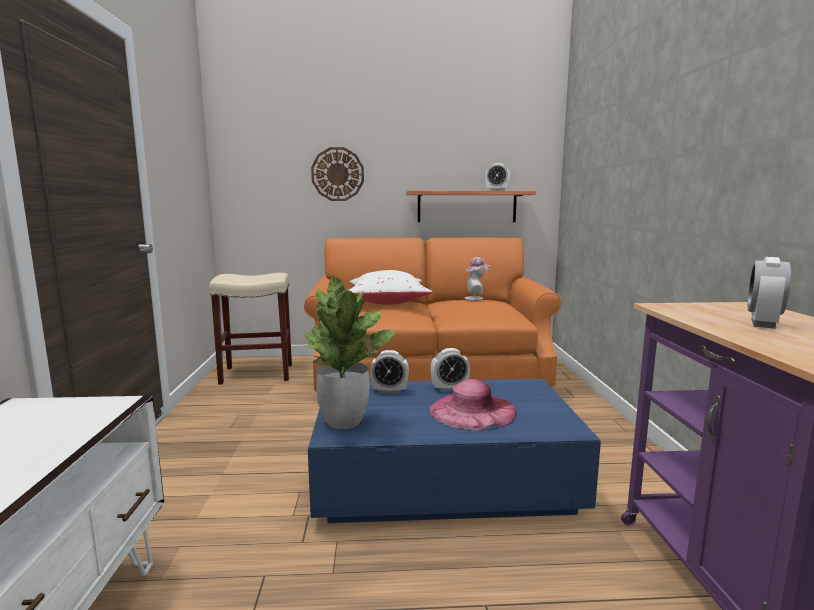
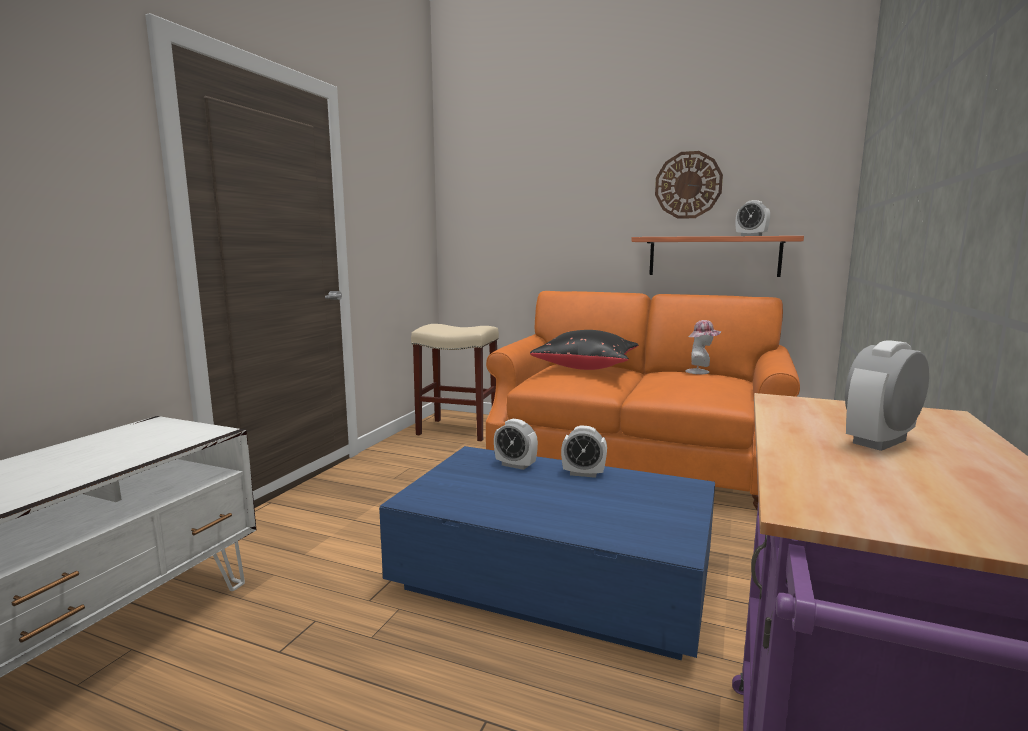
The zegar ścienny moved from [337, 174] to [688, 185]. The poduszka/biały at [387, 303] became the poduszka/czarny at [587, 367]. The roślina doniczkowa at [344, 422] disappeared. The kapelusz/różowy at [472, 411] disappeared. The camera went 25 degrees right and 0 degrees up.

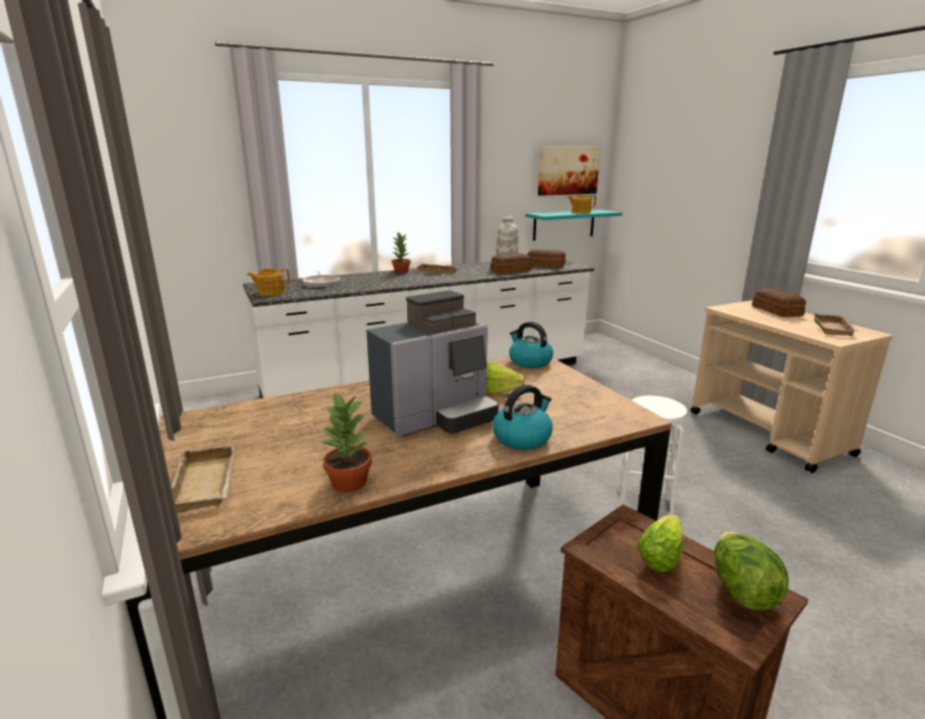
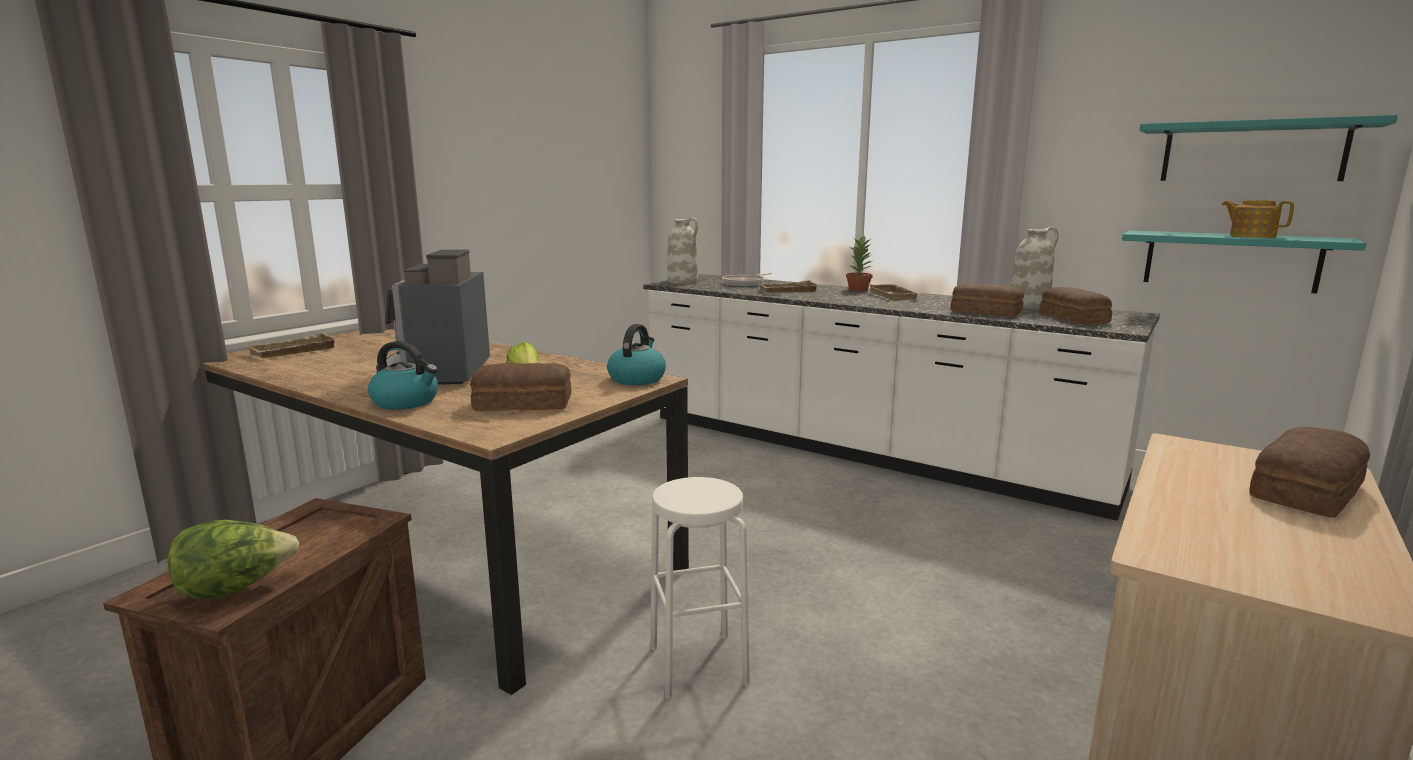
The obraz at [568, 170] was replaced by the półka/turkusowy at [1252, 152]. The imbryk at [270, 292] was replaced by the wazon/biały at [683, 281]. The ekspres do kawy at [436, 417] turned 60 degrees clockwise. The taca/beżowy moved from [834, 329] to [787, 291]. The roślina doniczkowa at [349, 483] disappeared. The sałata at [662, 554] disappeared. The chleb at [524, 404] appeared. The camera went 60 degrees right and 5 degrees down.

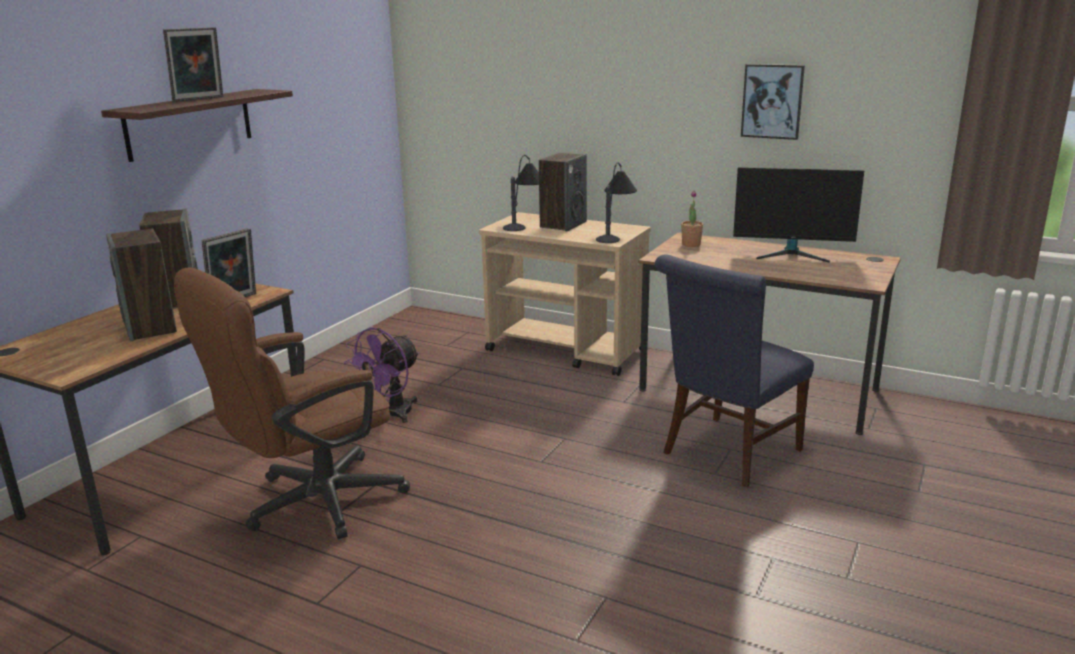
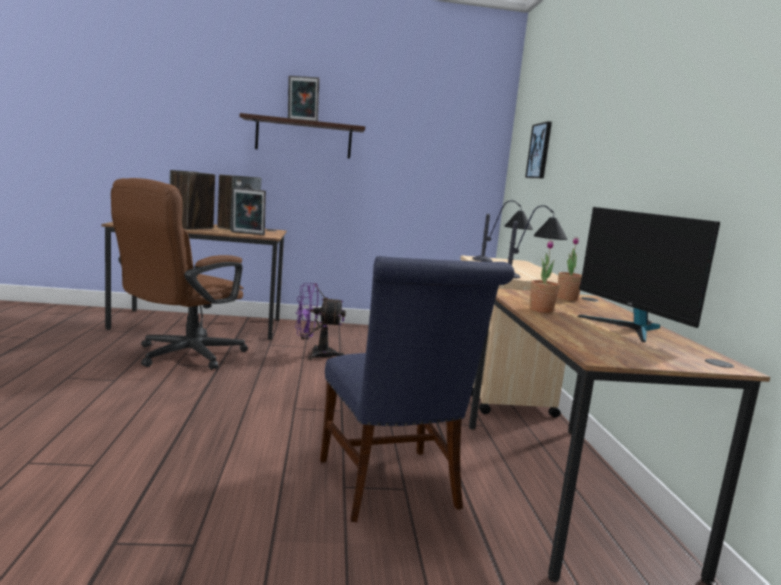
The obraz moved from [772, 101] to [539, 151]. The głośnik at [563, 224] disappeared. The krzesło/niebieski at [726, 454] turned 120 degrees counterclockwise. The krzesło biurowe/brązowy at [310, 504] turned 75 degrees counterclockwise. The roślina doniczkowa at [541, 310] appeared. The camera went 55 degrees right and 10 degrees down.

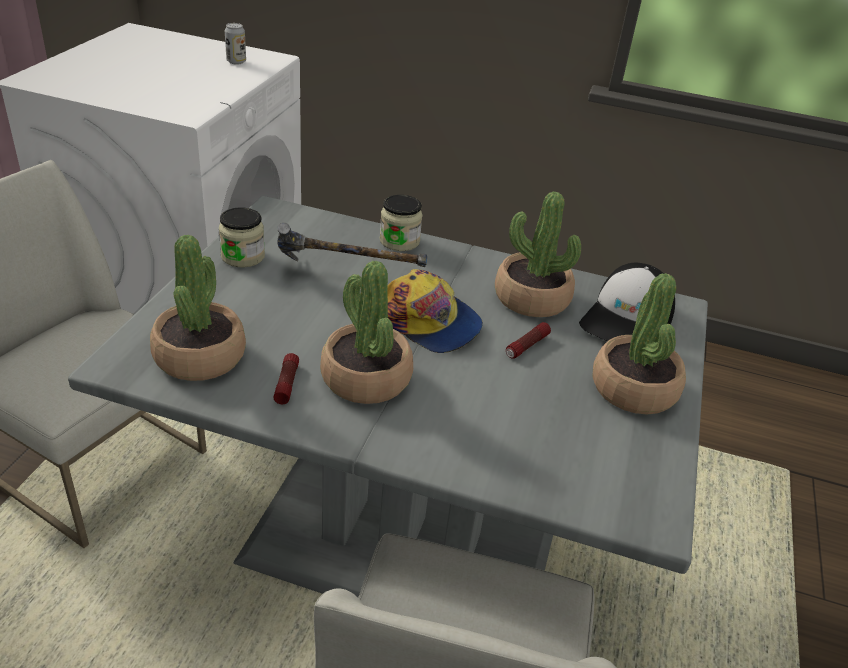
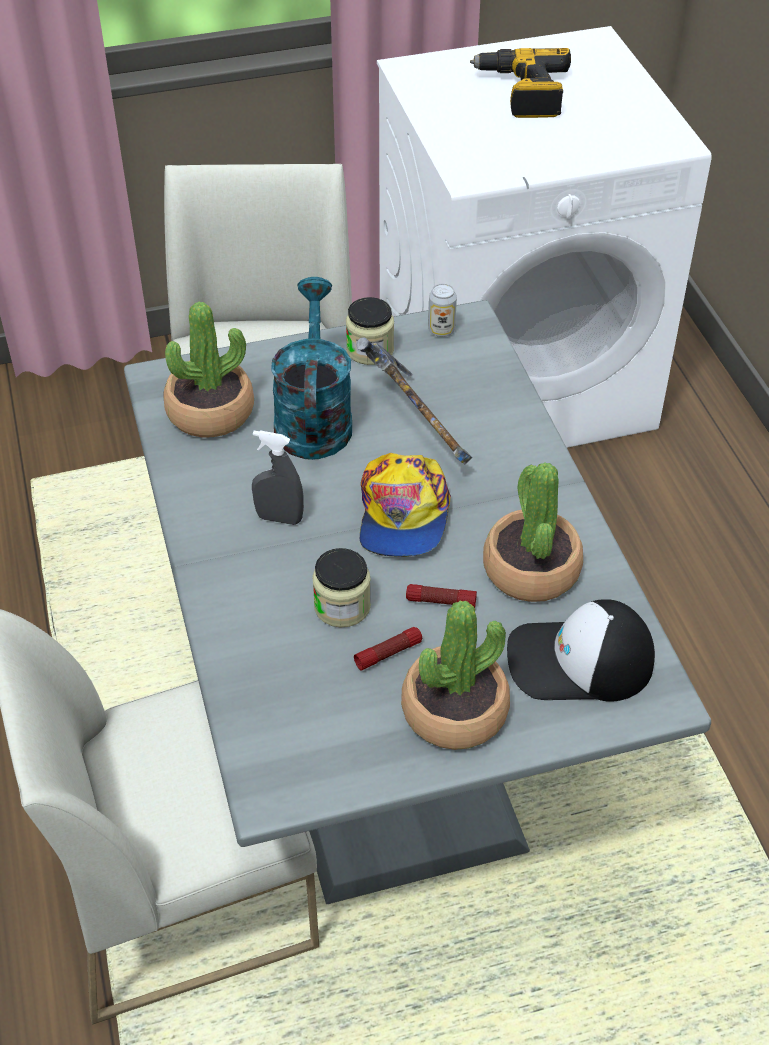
The puszka moved from [236, 62] to [441, 330]. The słoik moved from [399, 241] to [342, 606]. The roślina doniczkowa at [365, 378] was replaced by the spryskiwacz/szary at [279, 518]. The latarka moved from [286, 383] to [388, 653]. The wiertarka at [522, 93] appeared. The konewka/turkusowy at [313, 417] appeared. The camera went 60 degrees right and 10 degrees up.

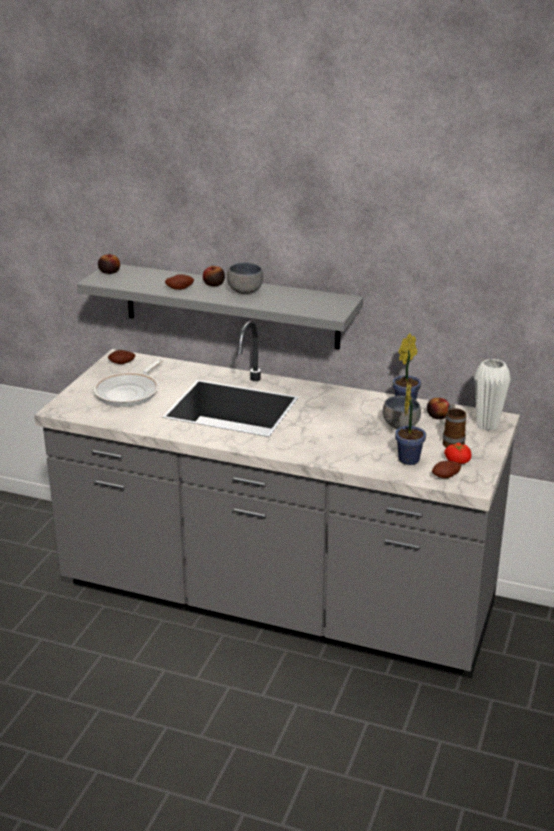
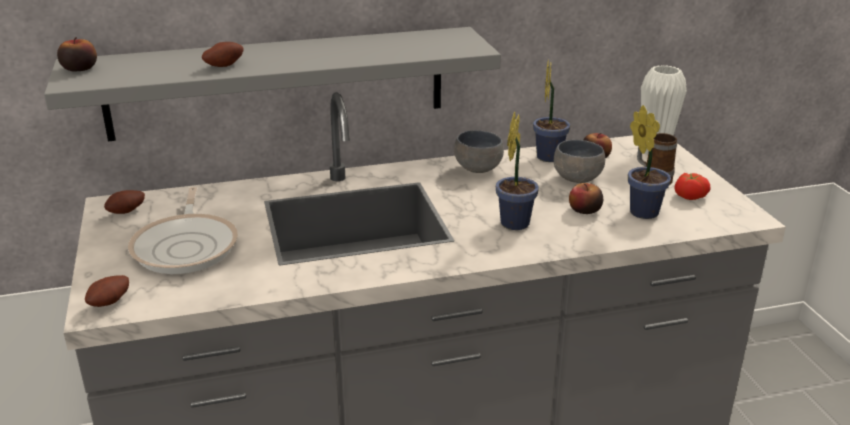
The miska/szary moved from [246, 292] to [480, 169]. The jabłko moved from [214, 284] to [584, 210]. The ziemniak moved from [446, 477] to [111, 303]. The roślina doniczkowa at [516, 221] appeared. The camera went 35 degrees left and 0 degrees up.

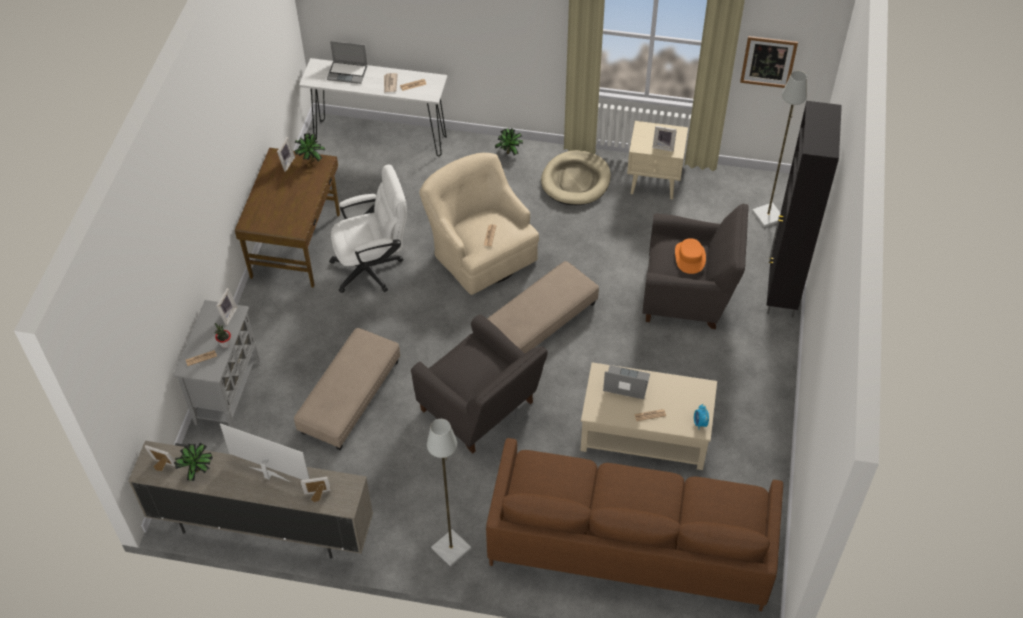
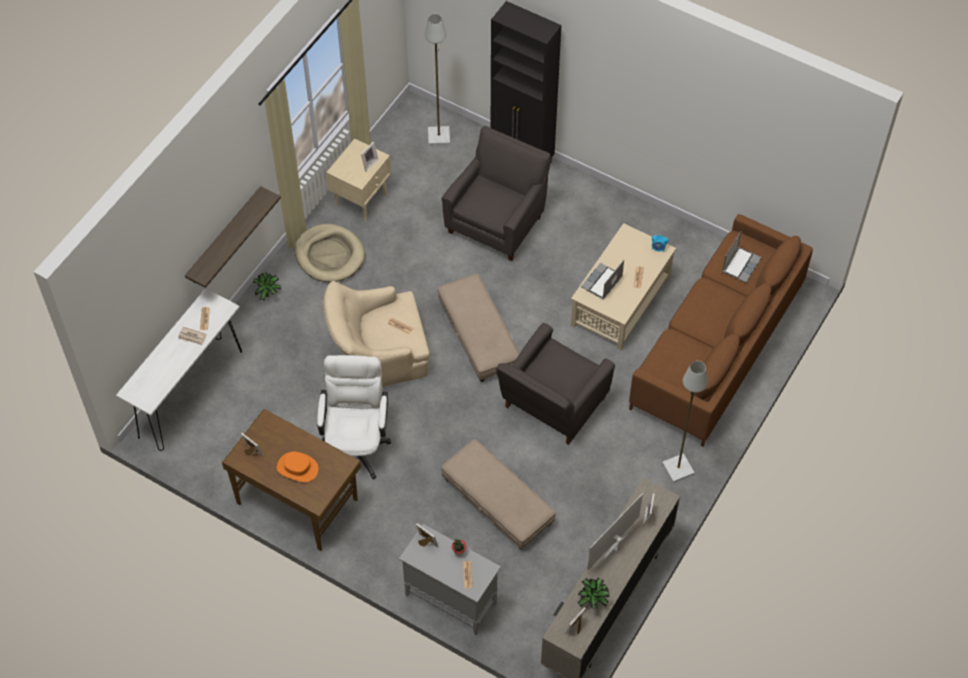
The obraz at [768, 61] disappeared. The laptop moved from [348, 73] to [740, 264]. The roślina doniczkowa at [310, 160] disappeared. The kapelusz/pomarańczowy moved from [690, 257] to [297, 468]. The fotel/szary at [482, 409] turned 150 degrees clockwise. The półka at [224, 237] appeared. The camera went 70 degrees left and 5 degrees up.

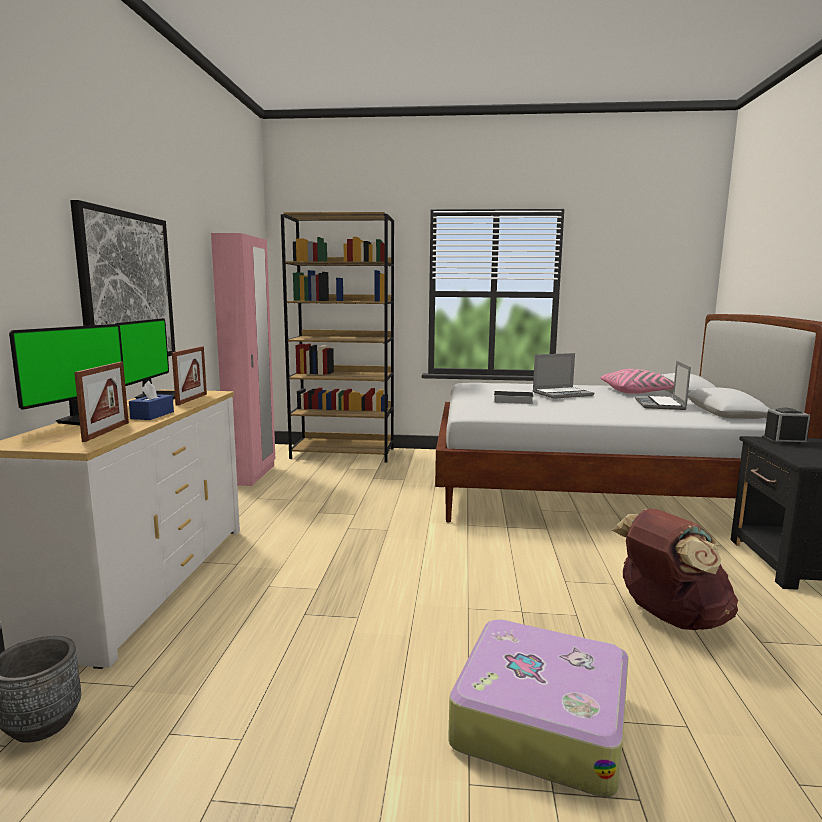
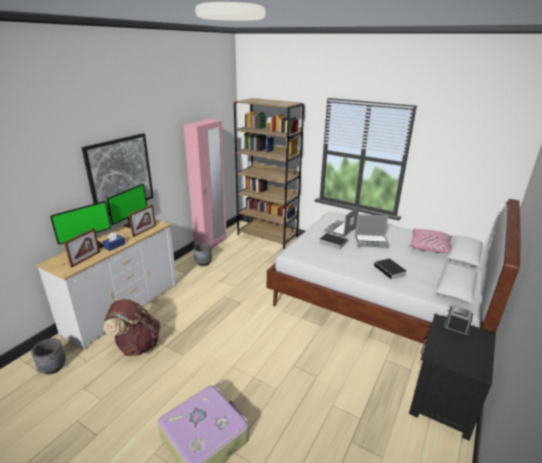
The laptop moved from [660, 404] to [341, 229]. The plecak/brązowy moved from [669, 617] to [136, 345]. The donica/szary at [203, 263] appeared. The książka at [390, 271] appeared. The camera went 25 degrees right and 15 degrees up.

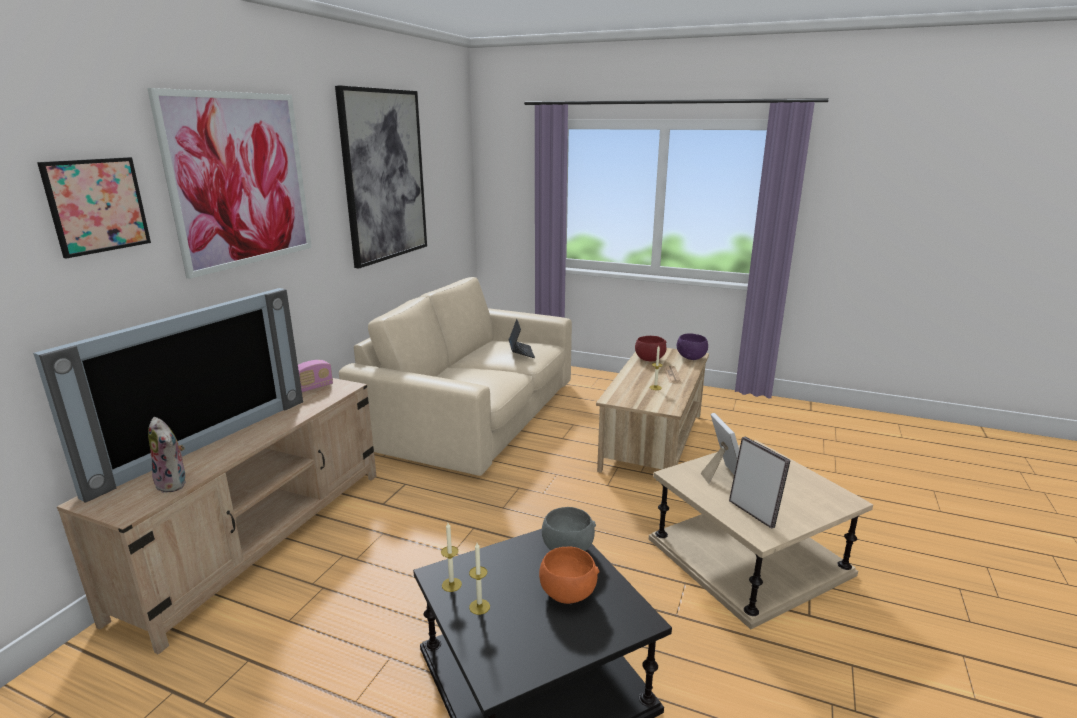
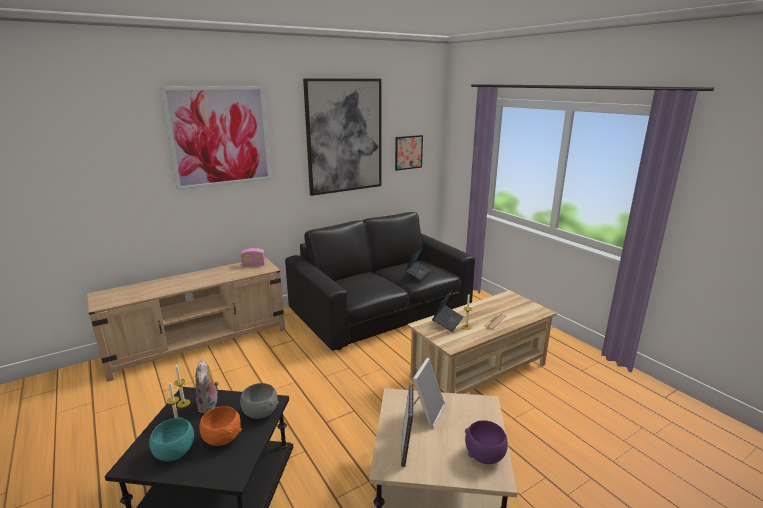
The obraz moved from [97, 205] to [408, 152]. The kanapa/beżowy at [473, 414] became the kanapa/czarny at [381, 309]. The telewizor at [201, 441] disappeared. The miska/fioletowy moved from [691, 357] to [485, 456]. The miska/czerwony at [649, 359] disappeared. The pluszak moved from [174, 483] to [209, 405]. The laptop at [448, 321] appeared. The miska/turkusowy at [175, 453] appeared. The camera went 35 degrees right and 0 degrees up.

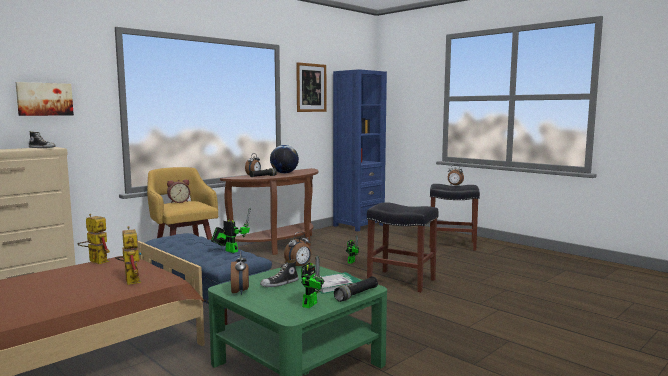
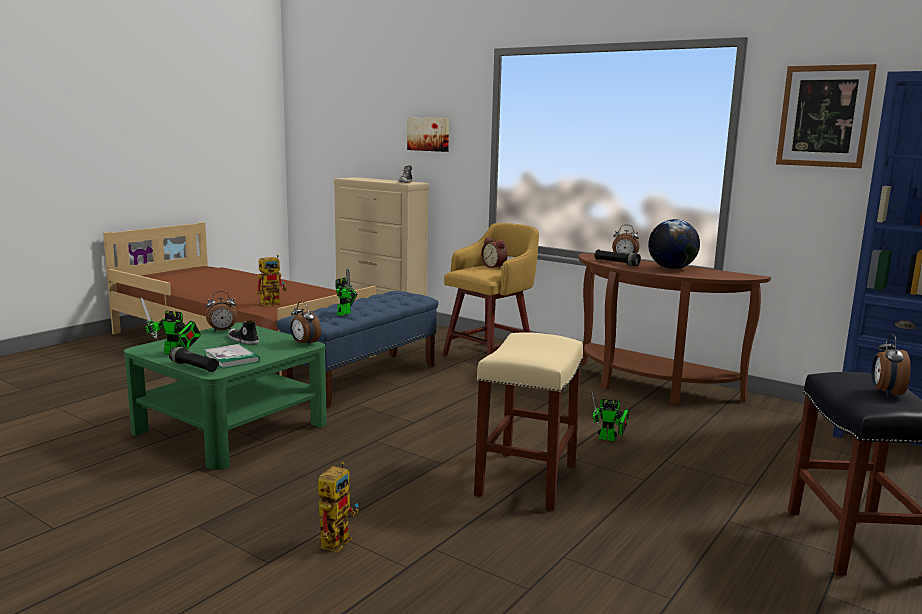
The stołek/czarny at [402, 281] became the stołek/beżowy at [527, 480]. The robot zabawkowy moved from [94, 261] to [337, 539]. The camera went 80 degrees right and 5 degrees up.

